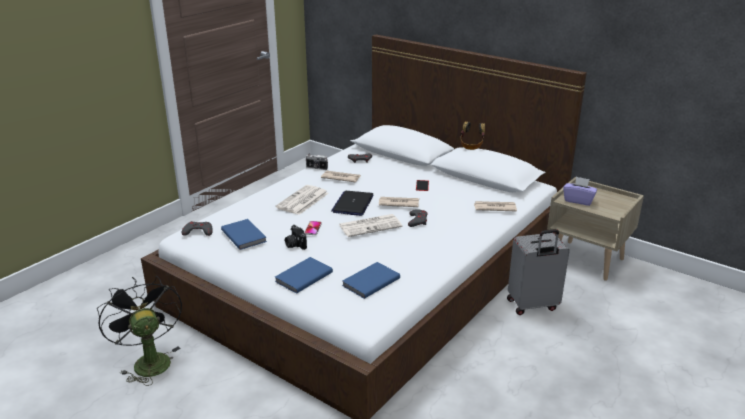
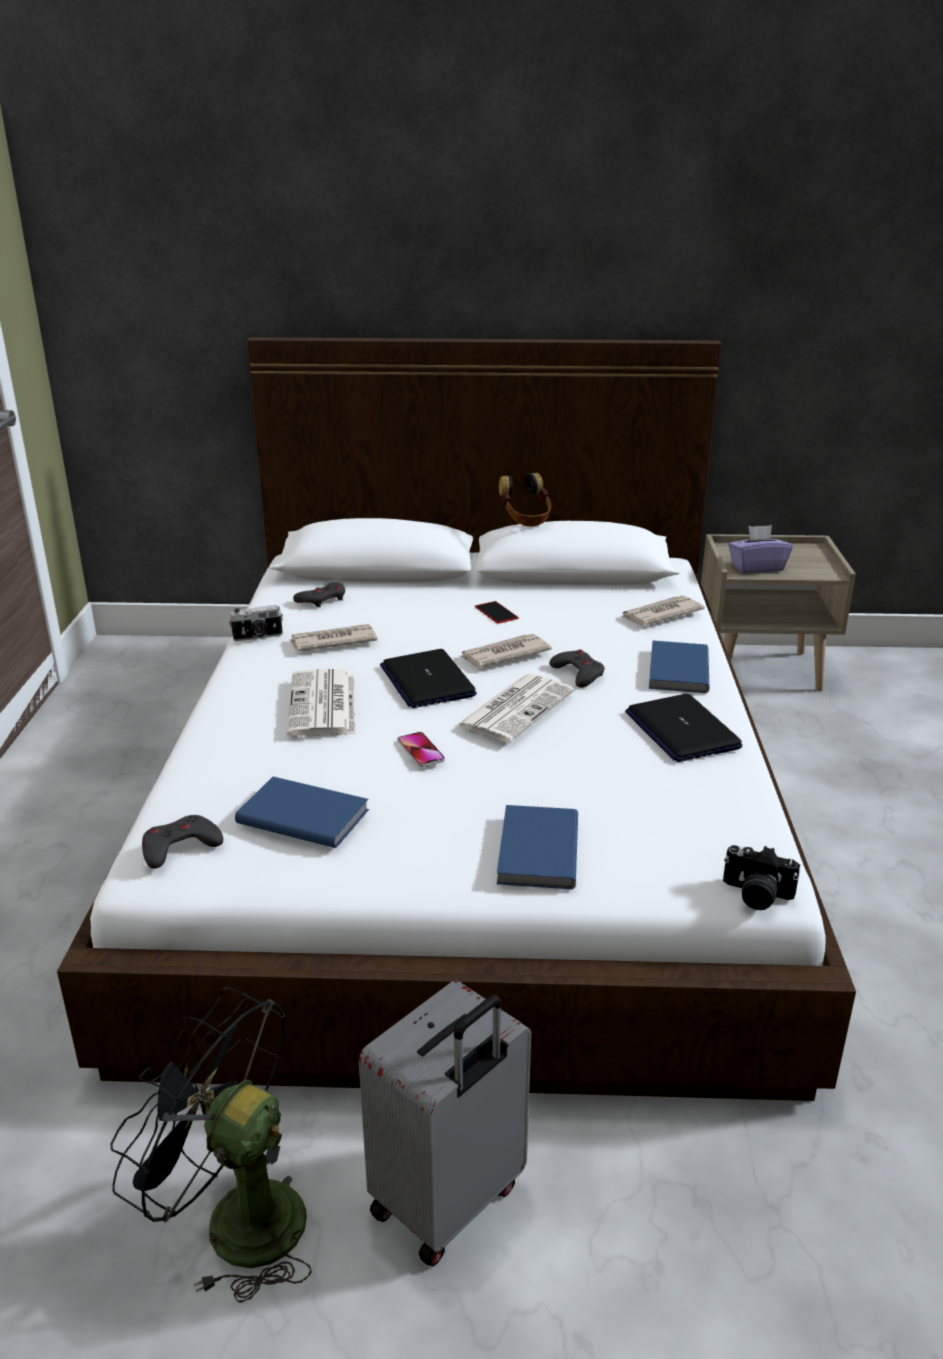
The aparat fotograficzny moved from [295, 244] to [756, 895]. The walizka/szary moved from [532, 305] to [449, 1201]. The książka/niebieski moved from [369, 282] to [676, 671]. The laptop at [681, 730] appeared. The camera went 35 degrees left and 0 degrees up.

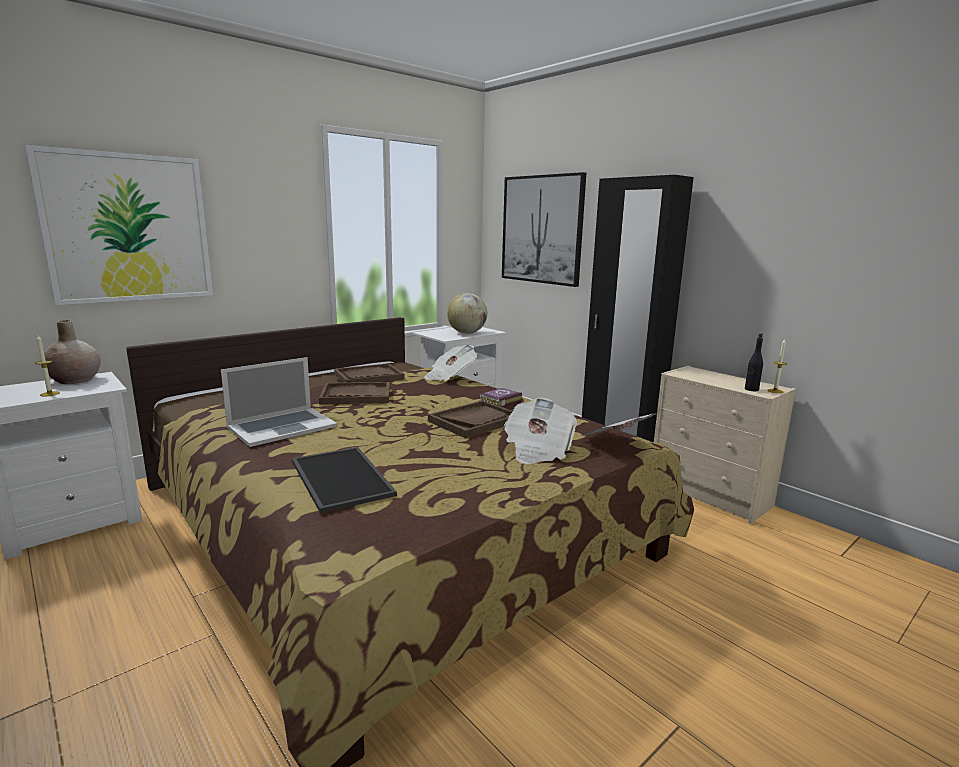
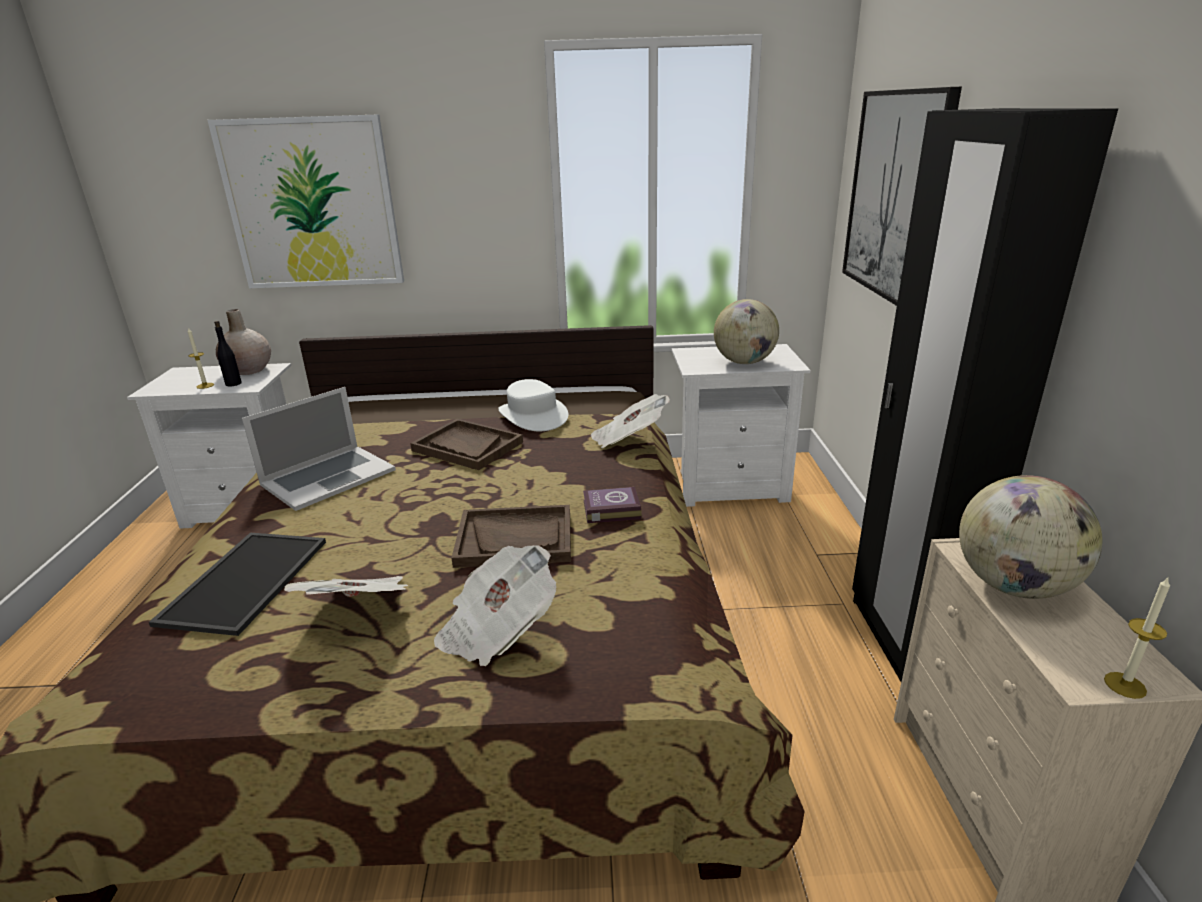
The butelka/czarny moved from [751, 389] to [233, 384]. The laptop at [282, 426] turned 45 degrees counterclockwise. The taca/brązowy at [368, 376] was replaced by the kapelusz/biały at [532, 415]. The gazeta moved from [616, 443] to [359, 609]. The globus at [1014, 586] appeared. The camera went 40 degrees right and 10 degrees up.

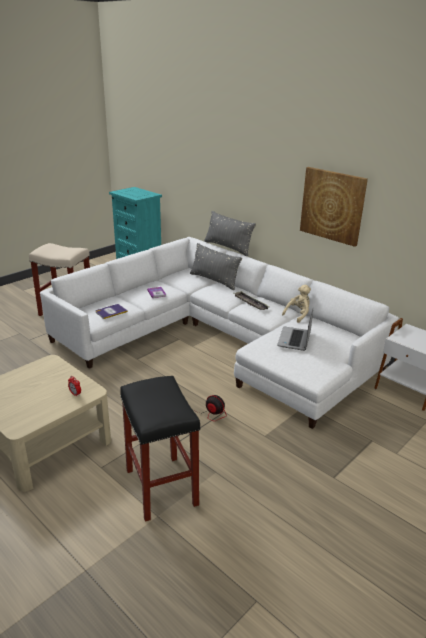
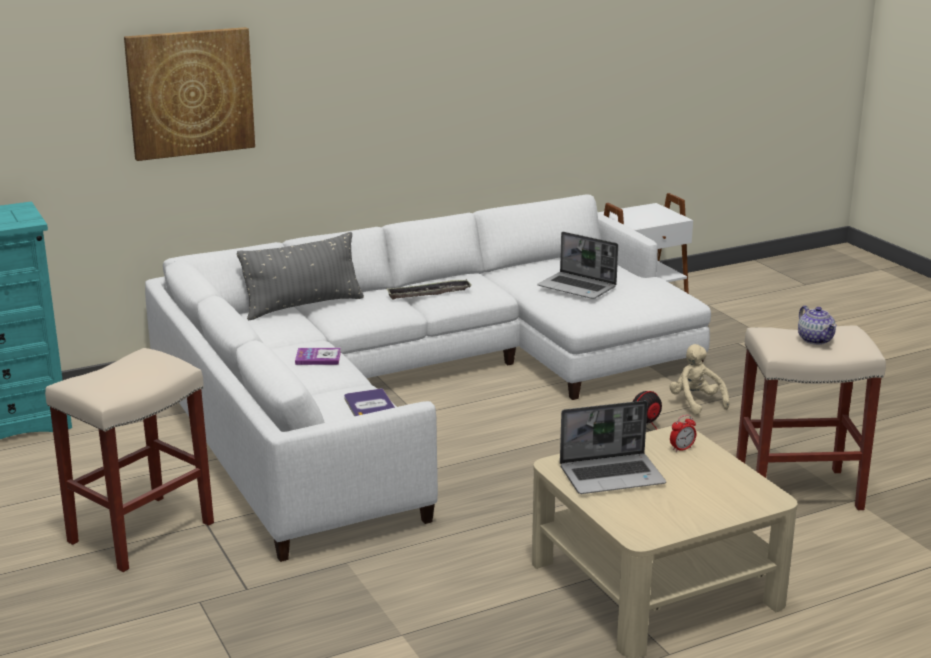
The obraz moved from [332, 205] to [190, 93]. The poduszka/szary at [228, 247] disappeared. The pluszak/beżowy moved from [298, 315] to [696, 402]. The stołek/czarny at [162, 488] became the stołek/beżowy at [799, 490]. The imbryk at [815, 339] appeared. The laptop at [613, 475] appeared. The camera went 70 degrees left and 5 degrees down.

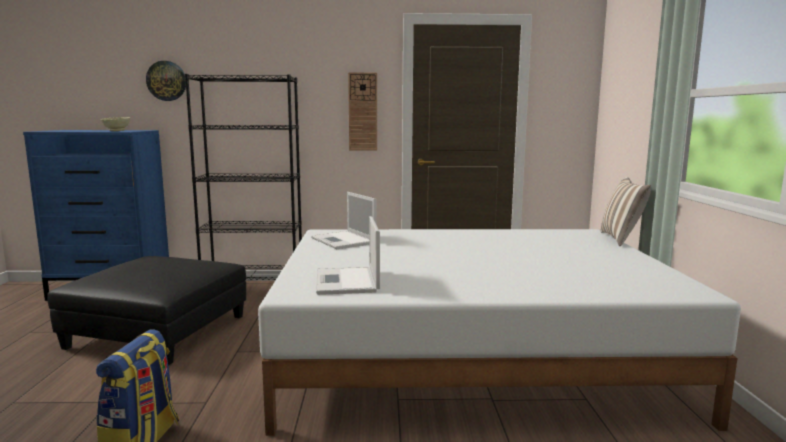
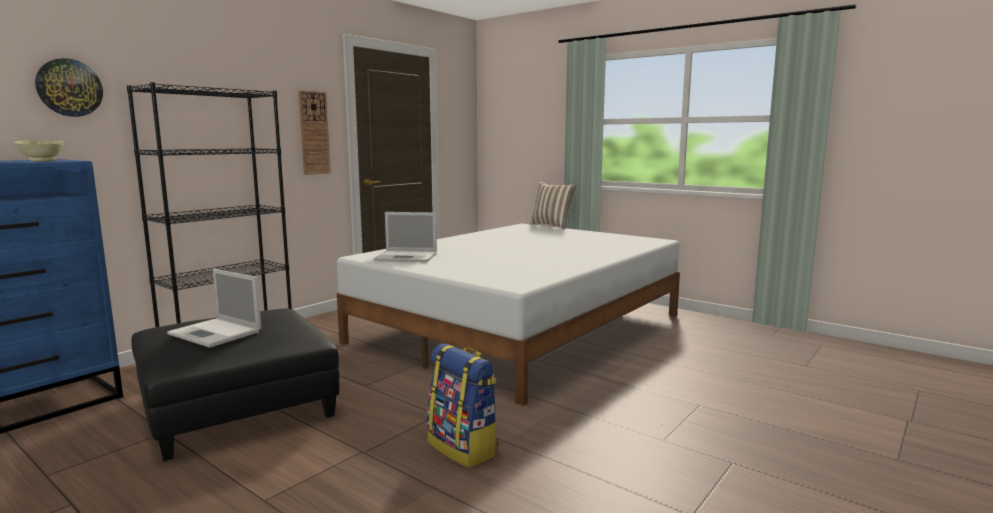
The laptop moved from [347, 282] to [216, 333]. The camera went 50 degrees left and 0 degrees up.

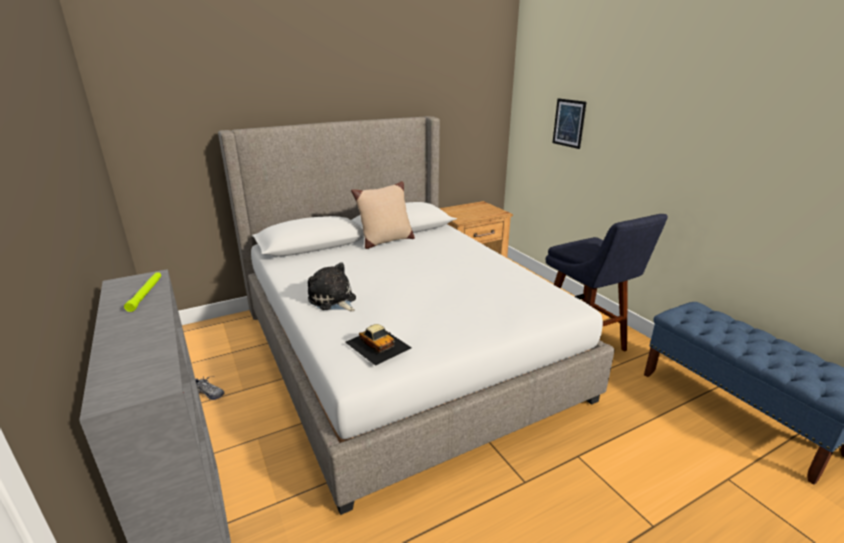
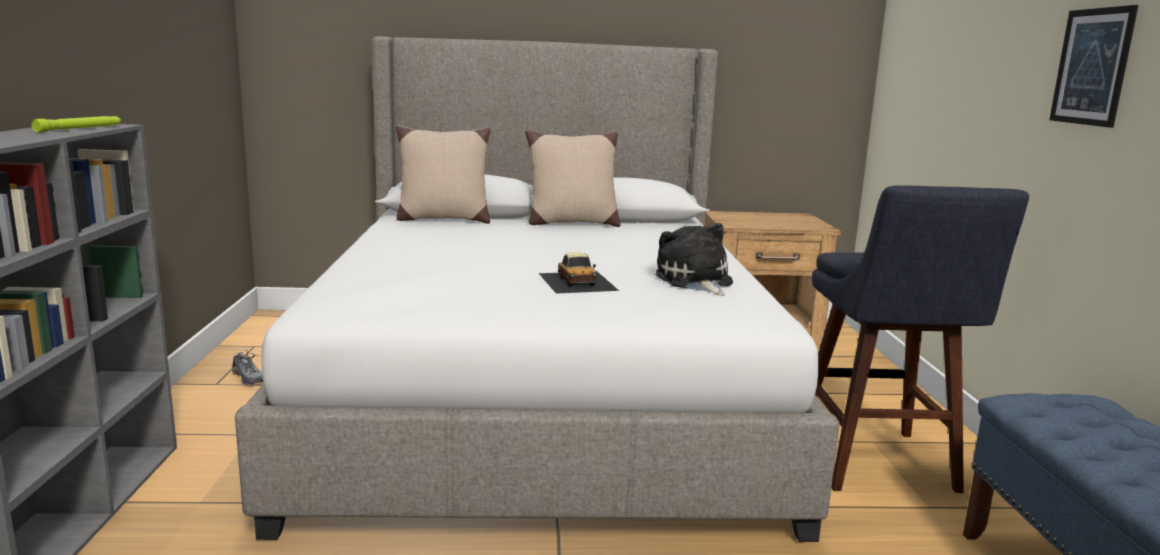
The obraz moved from [569, 123] to [1092, 67]. The pluszak moved from [333, 300] to [695, 281]. The samochodzik moved from [378, 344] to [577, 281]. The poduszka/beżowy at [443, 219] appeared. The camera went 25 degrees right and 10 degrees down.

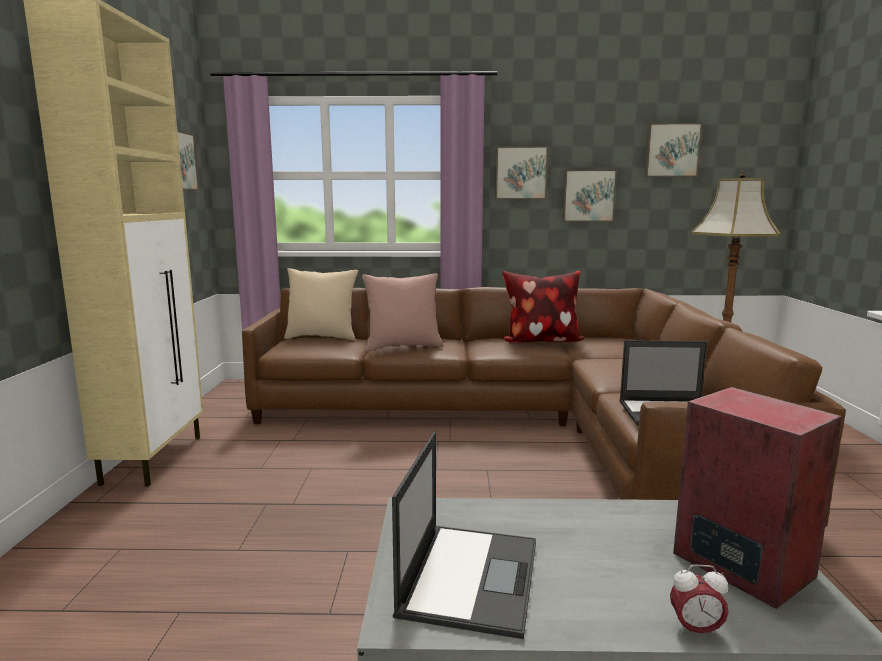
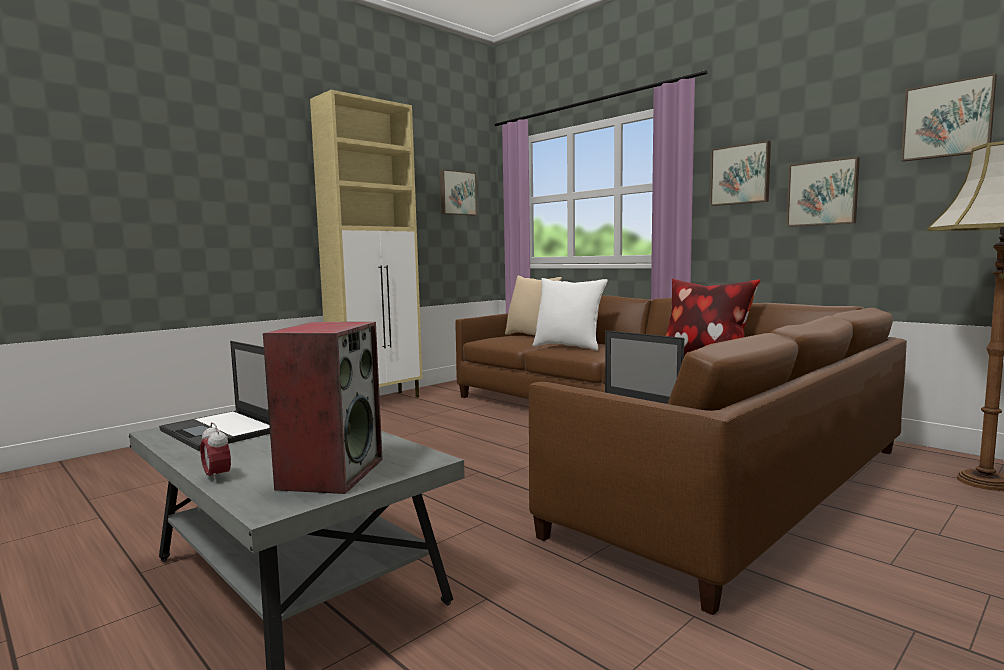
The poduszka/różowy at [403, 347] became the poduszka/biały at [568, 347]. The laptop at [470, 576] turned 75 degrees clockwise. The camera went 45 degrees right and 5 degrees down.

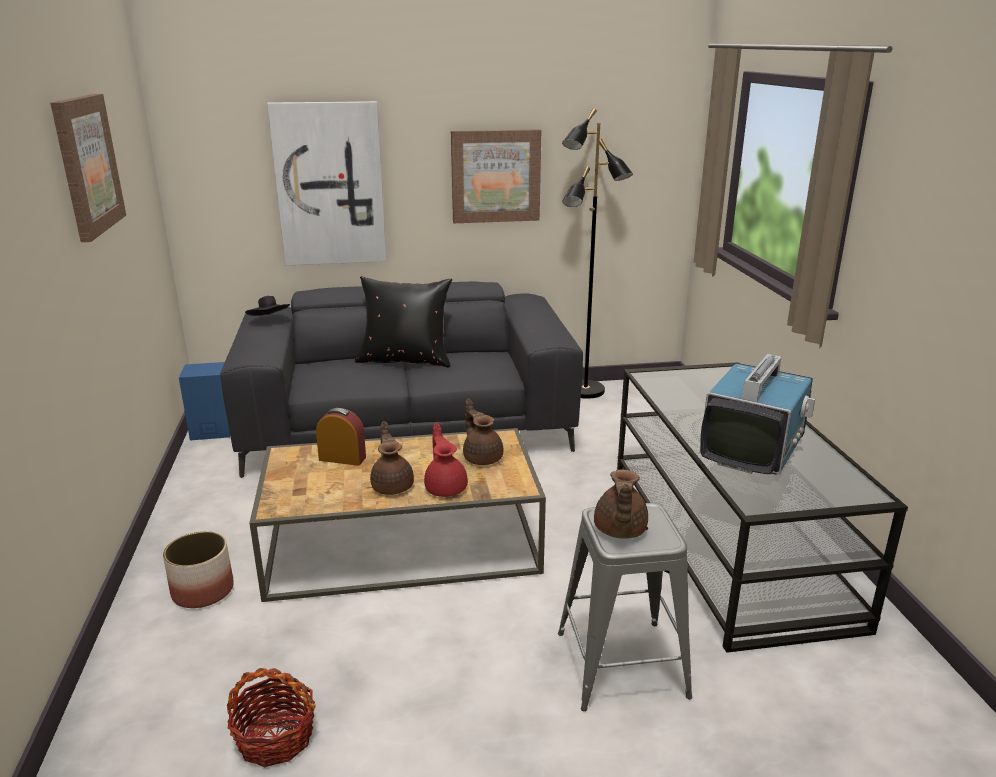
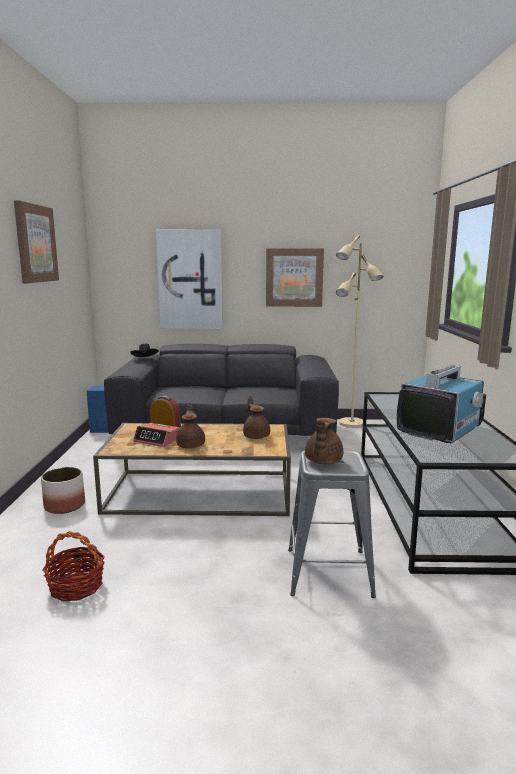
The lampa stojąca/czarny at [585, 391] became the lampa stojąca/beżowy at [351, 424]. The poduszka/czarny at [405, 360] disappeared. The imbryk/czerwony at [446, 487] disappeared. The budzik at [157, 440] appeared. The camera went 10 degrees right and 10 degrees down.

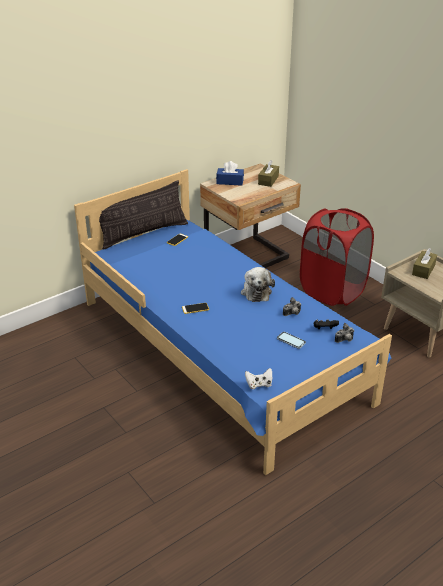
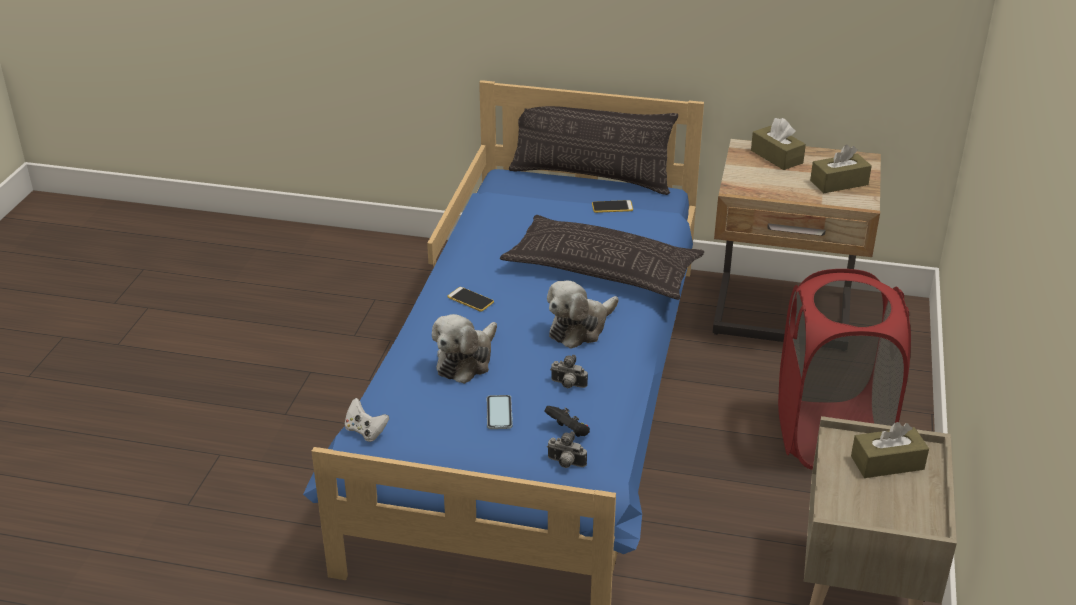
The pudełko chusteczek/niebieski at [230, 181] became the pudełko chusteczek/brązowy at [776, 157]. The poduszka at [602, 269] appeared. The pluszak at [466, 360] appeared. The camera went 50 degrees right and 0 degrees up.

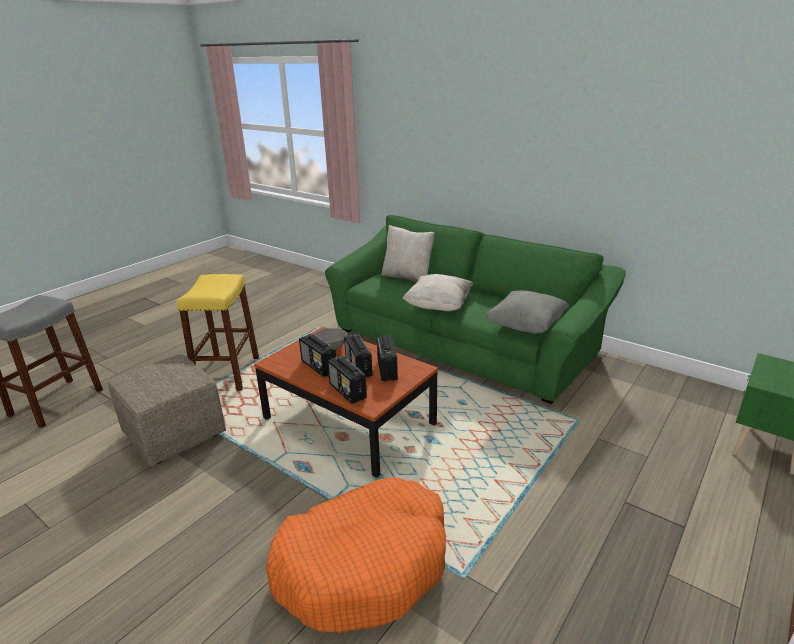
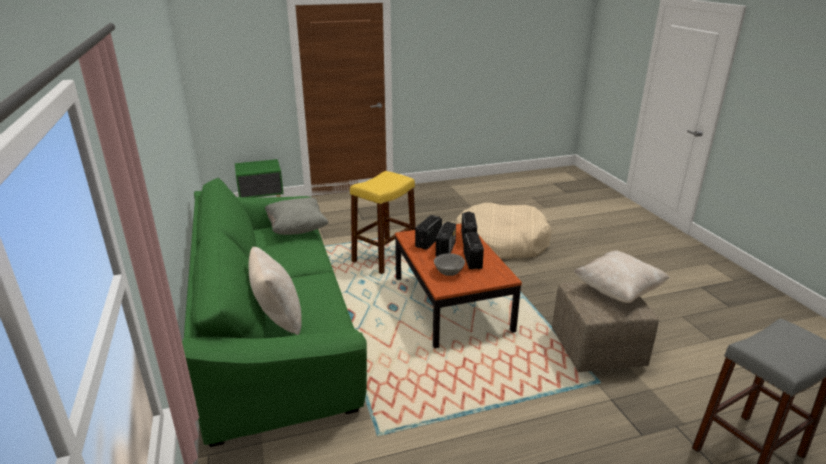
The stołek/żółty moved from [227, 373] to [384, 257]. The poduszka/beżowy moved from [438, 306] to [618, 291]. The legowisko/pomarańczowy at [364, 564] became the legowisko/beżowy at [500, 242]. The camera went 145 degrees left and 0 degrees up.

